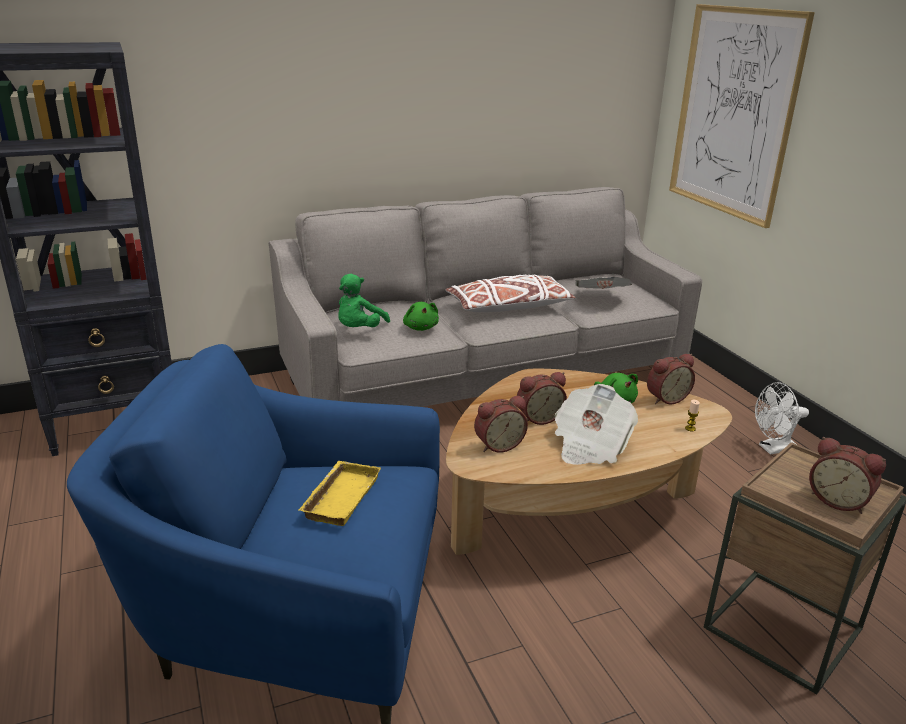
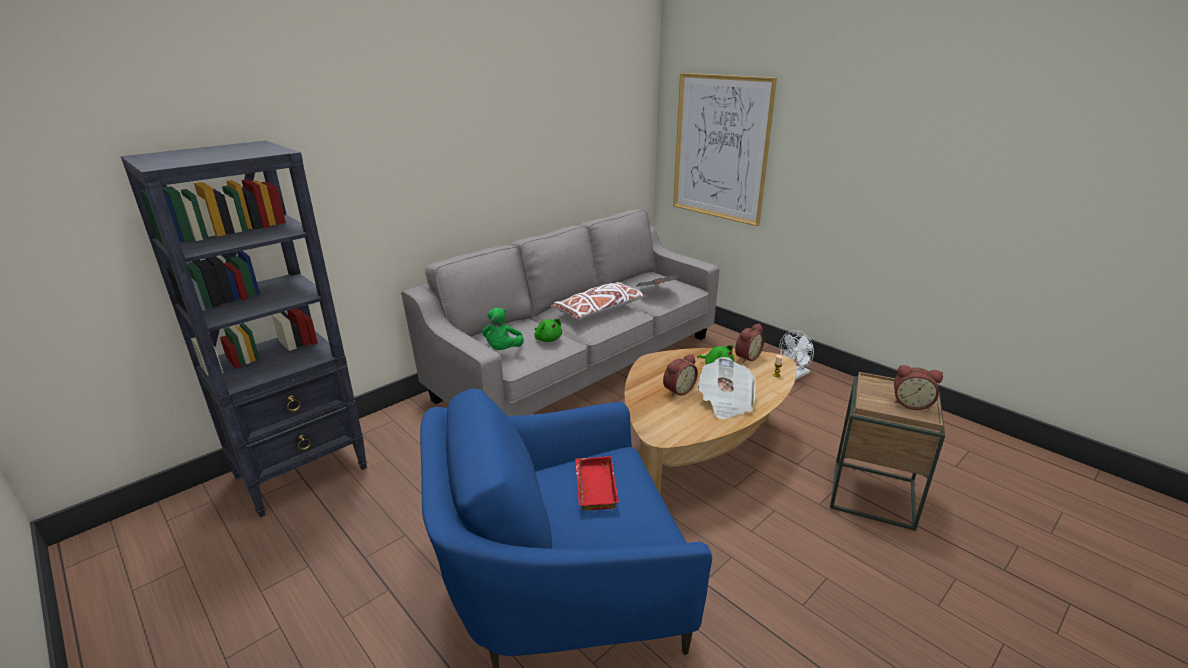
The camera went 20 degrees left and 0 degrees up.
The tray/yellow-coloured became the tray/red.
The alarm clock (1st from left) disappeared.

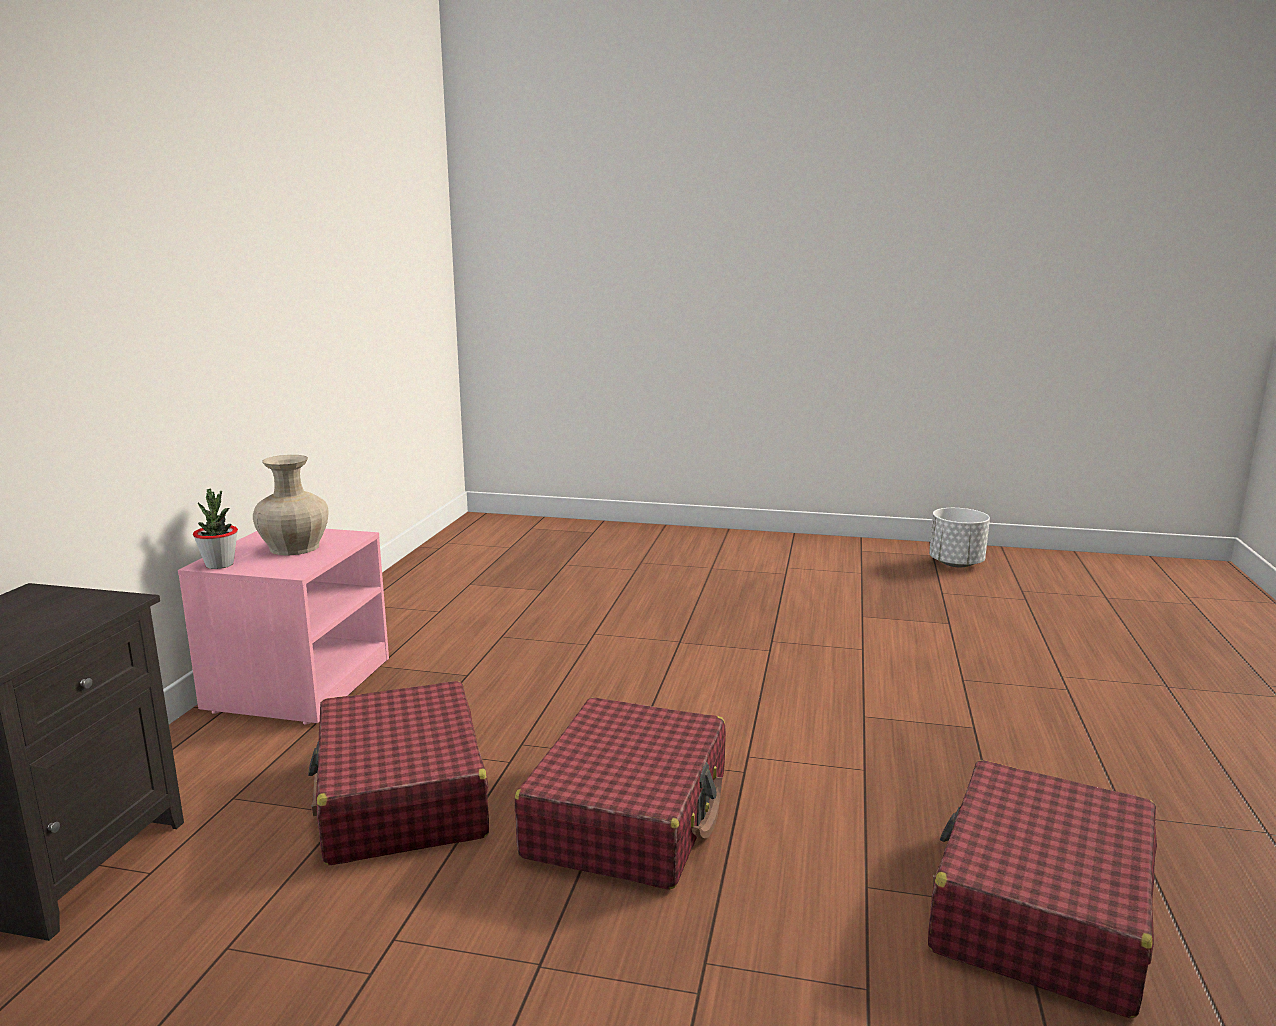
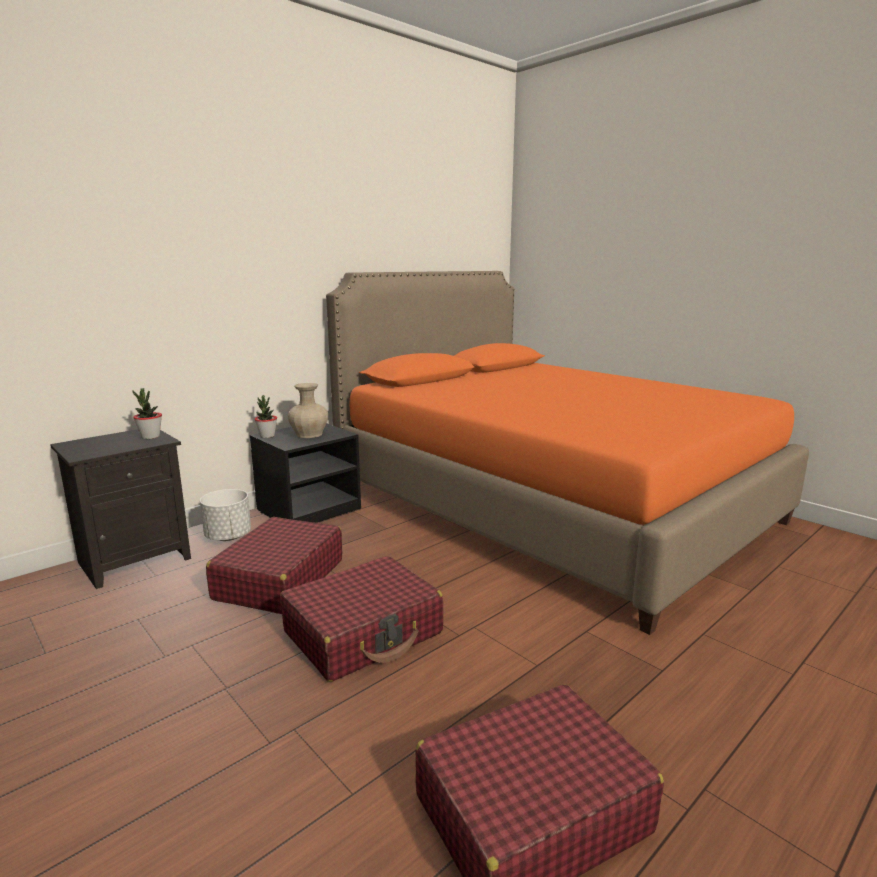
The camera went 35 degrees right and 0 degrees up.
The nightstand/pink became the nightstand/blackish (2nd from left).
The flower pot/white moved.
The potted plant (1st from left) appeared.
The bedroom bed/orange-coloured appeared.

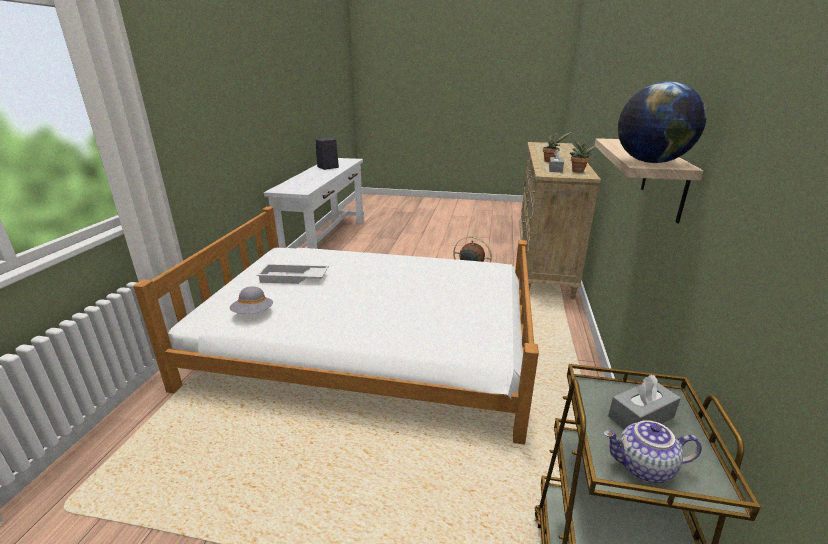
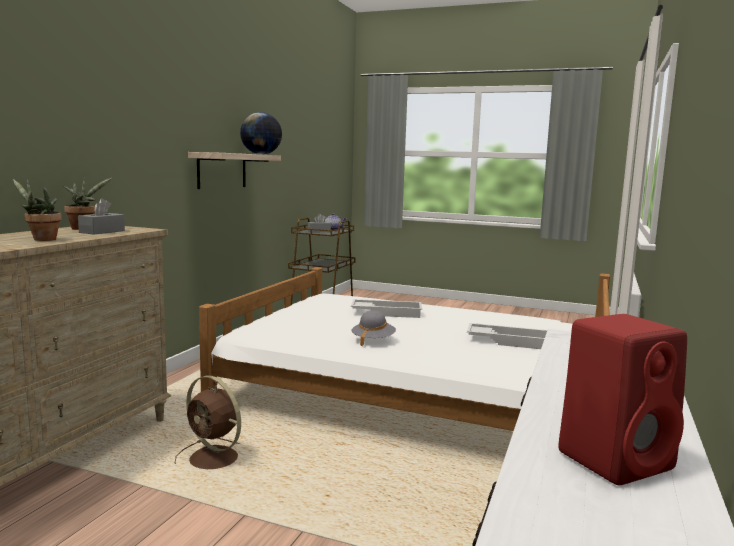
The camera went 170 degrees left and 15 degrees down.
The wearable hat/gray moved.
The speaker/blackish became the speaker/red.
The tray/white (1st from left) appeared.

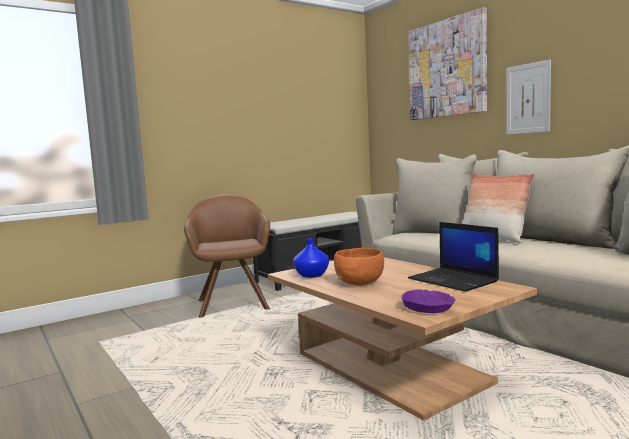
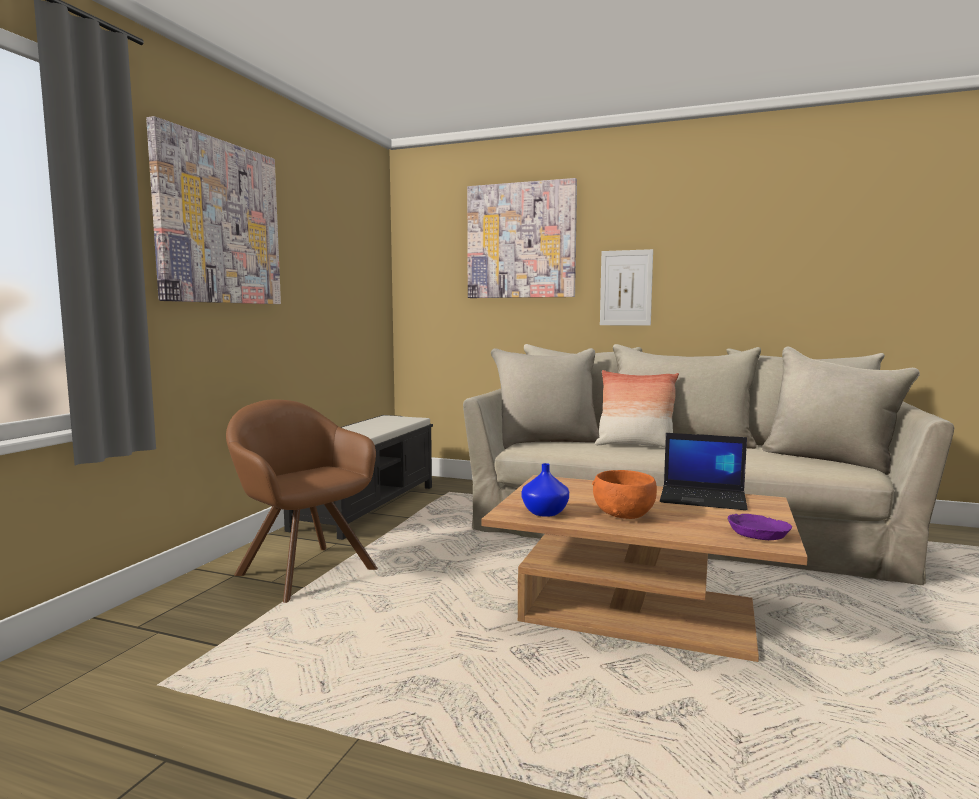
The camera went 35 degrees left and 0 degrees up.
The picture (1st from left) appeared.

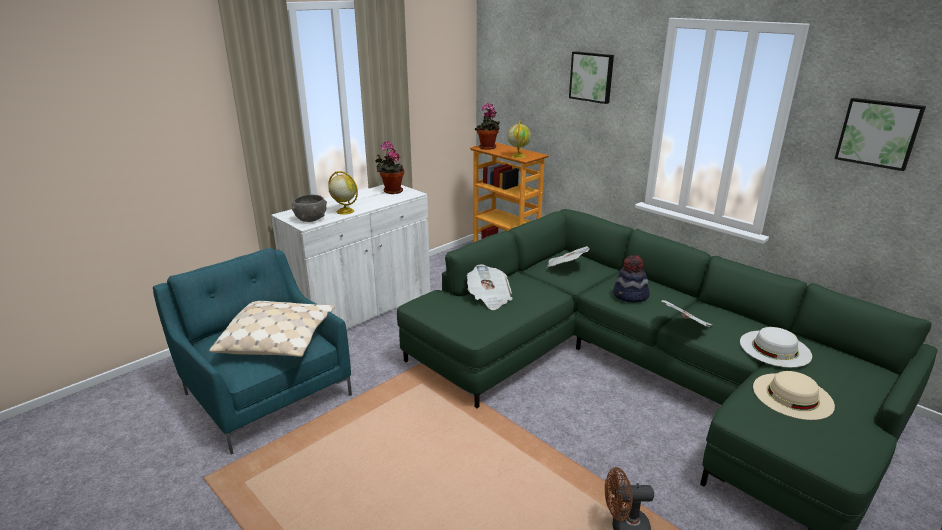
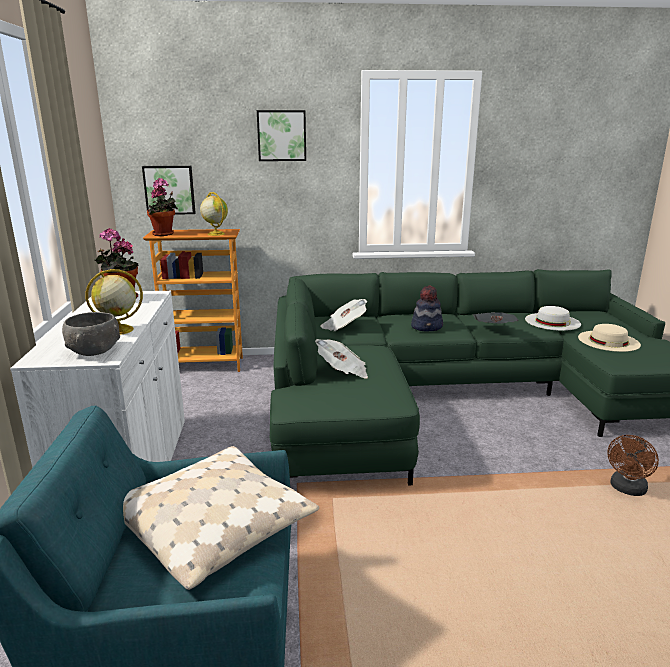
The camera went 50 degrees left and 5 degrees down.
The picture (2nd from left in the first image) moved.

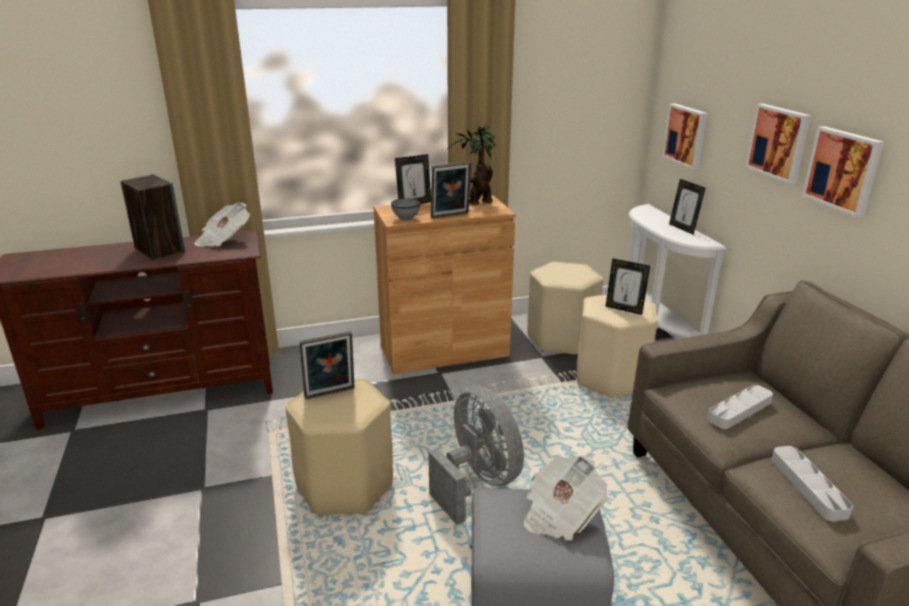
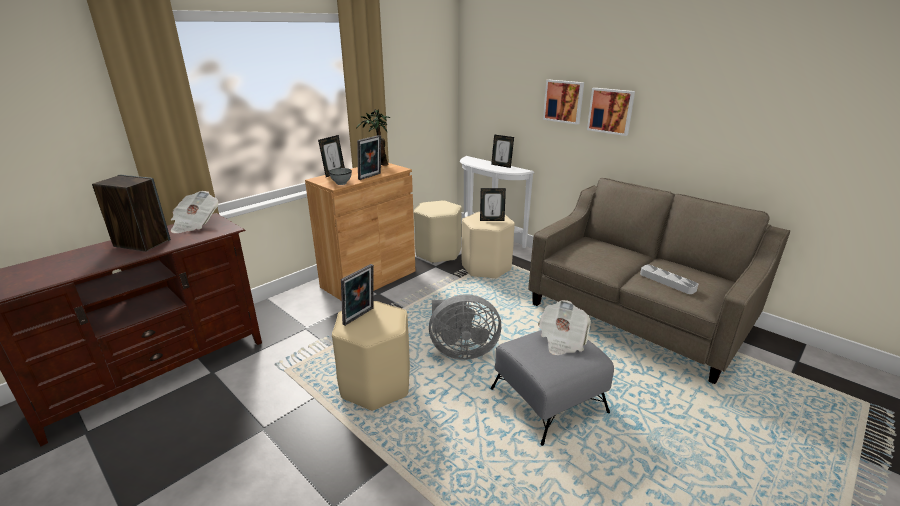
The camera went 30 degrees left and 0 degrees up.
The cooling fan/gray turned 150 degrees clockwise.
The picture (1st from left) disappeared.
The tray/gray (1st from left) disappeared.

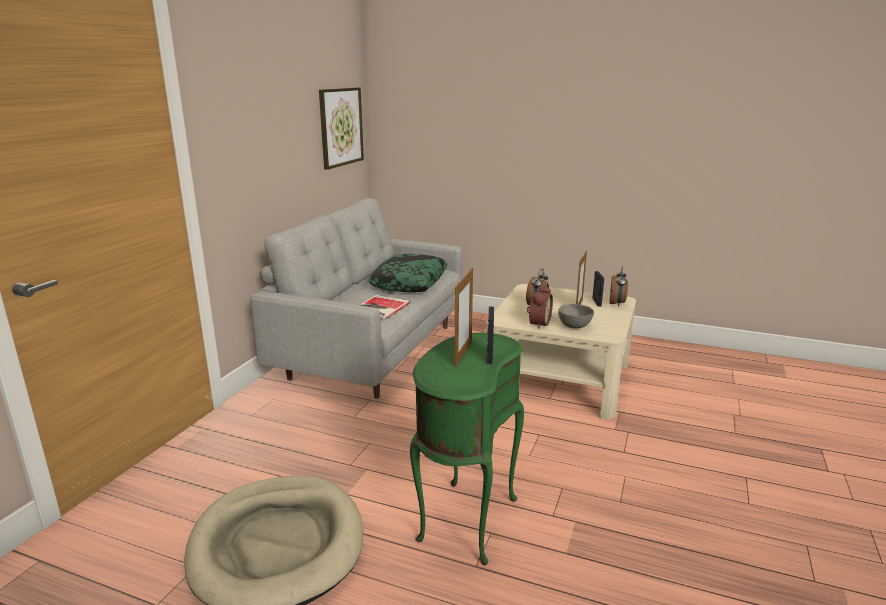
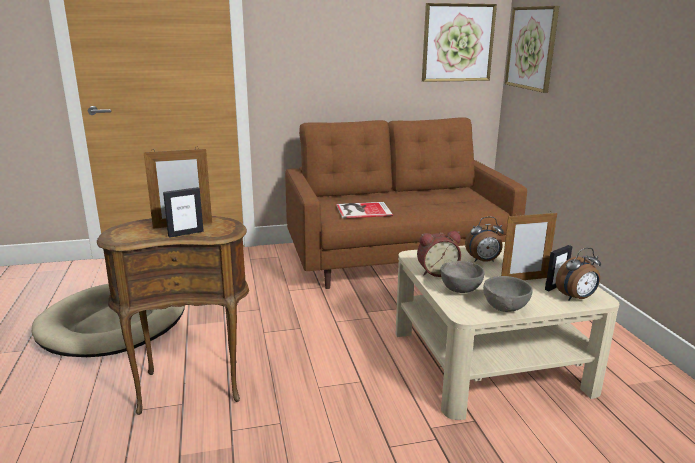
The camera went 55 degrees right and 0 degrees up.
The settee/gray became the settee/brown.
The pillow disappeared.
The accent table/green-coloured became the accent table/brown.
The deep dish/gray (2nd from left) appeared.
The picture (2nd from left) appeared.

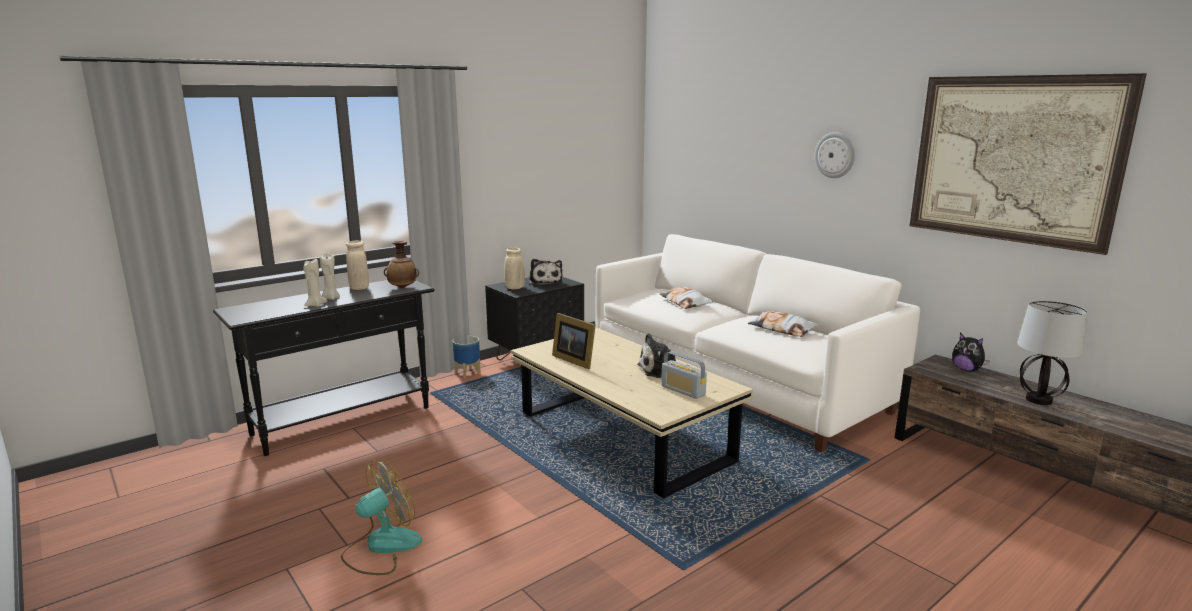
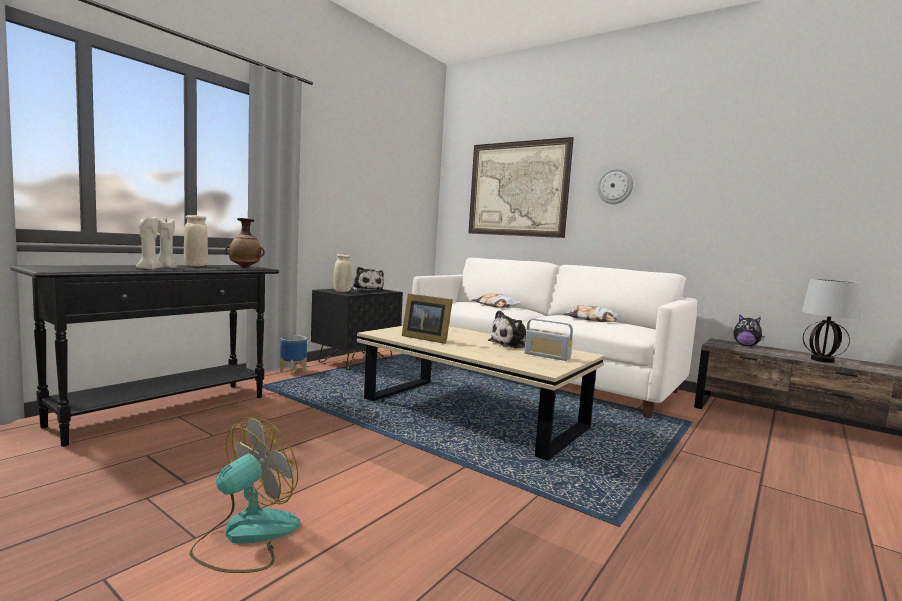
The camera went 15 degrees left and 10 degrees down.
The picture moved.

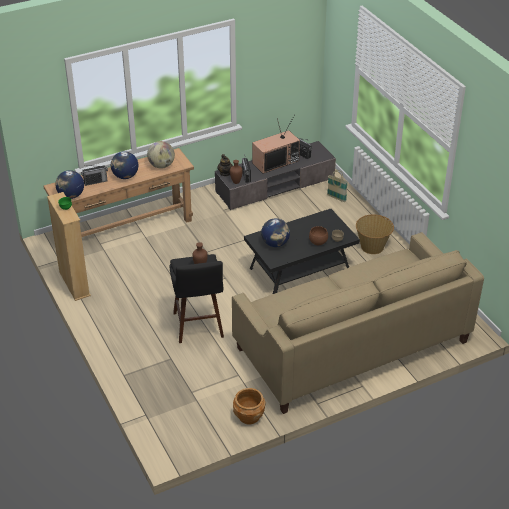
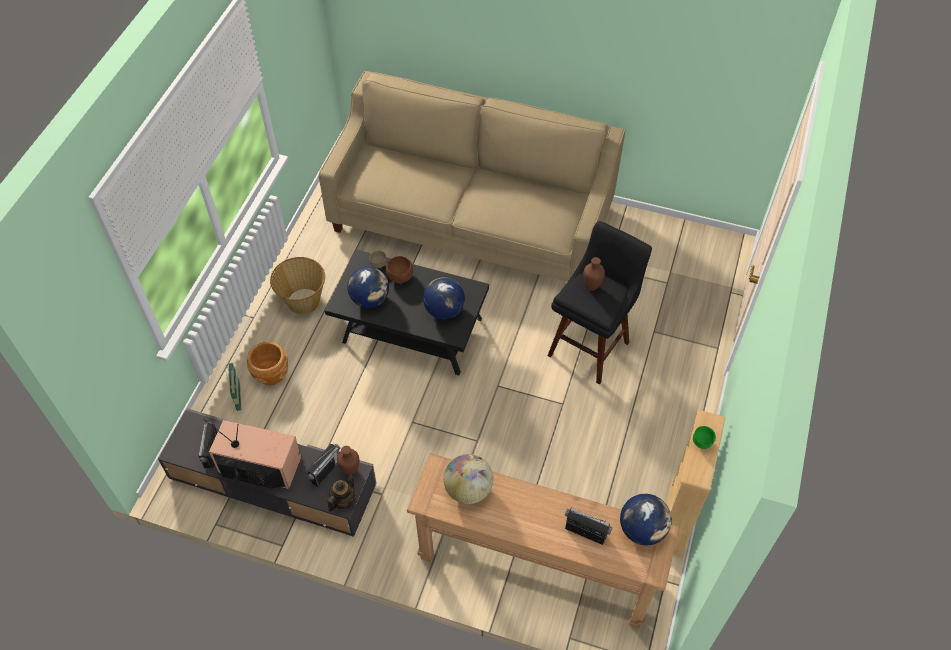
The camera went 135 degrees left and 15 degrees up.
The world globe (2nd from left in the first image) moved.
The flower pot/brown moved.

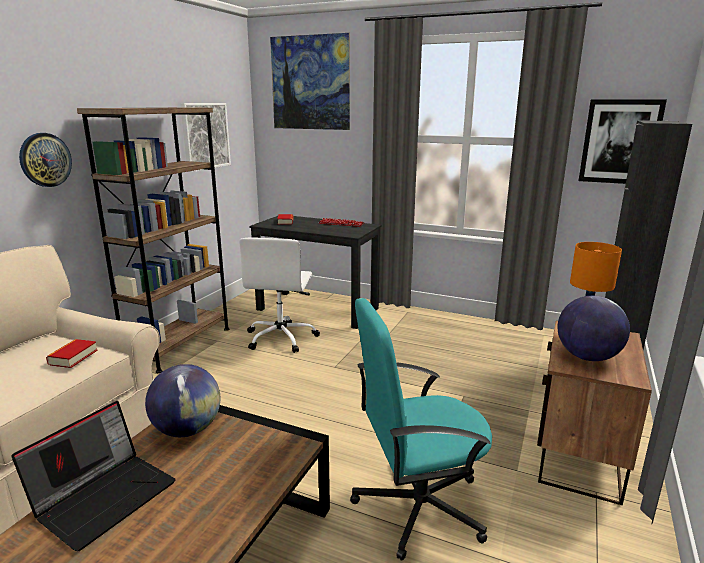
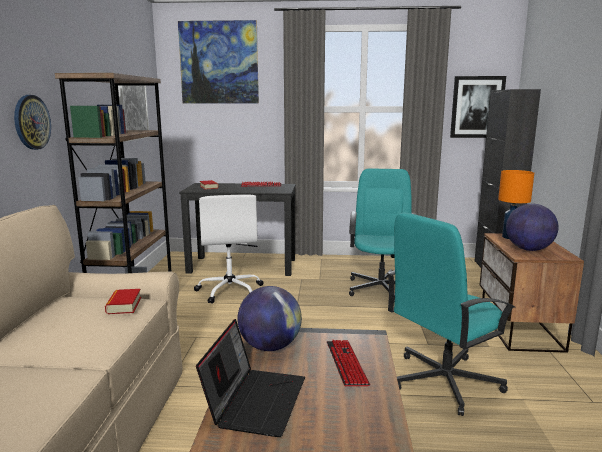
The camera went 20 degrees left and 5 degrees down.
The computer keyboard (2nd from left) appeared.
The office chair/blue-green (1st from left) appeared.

